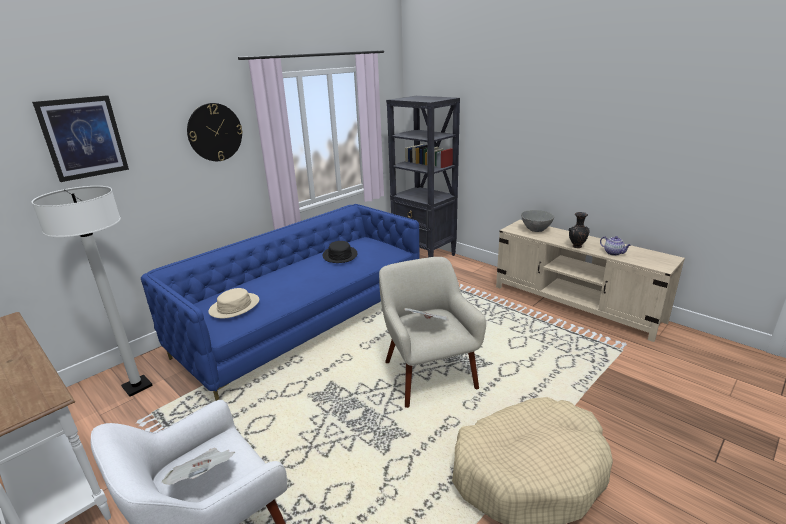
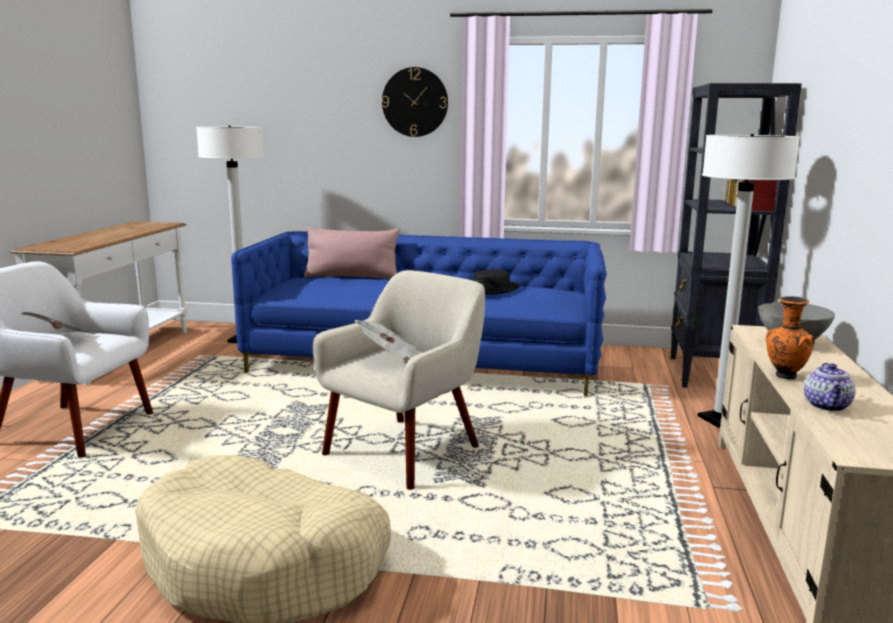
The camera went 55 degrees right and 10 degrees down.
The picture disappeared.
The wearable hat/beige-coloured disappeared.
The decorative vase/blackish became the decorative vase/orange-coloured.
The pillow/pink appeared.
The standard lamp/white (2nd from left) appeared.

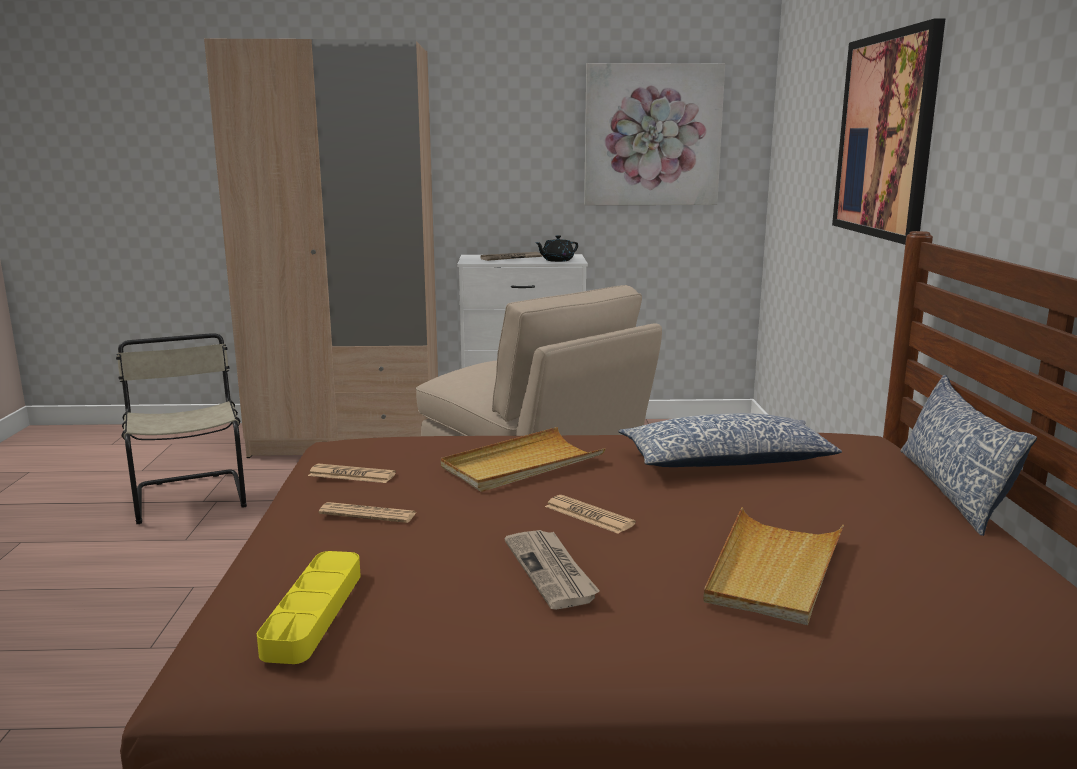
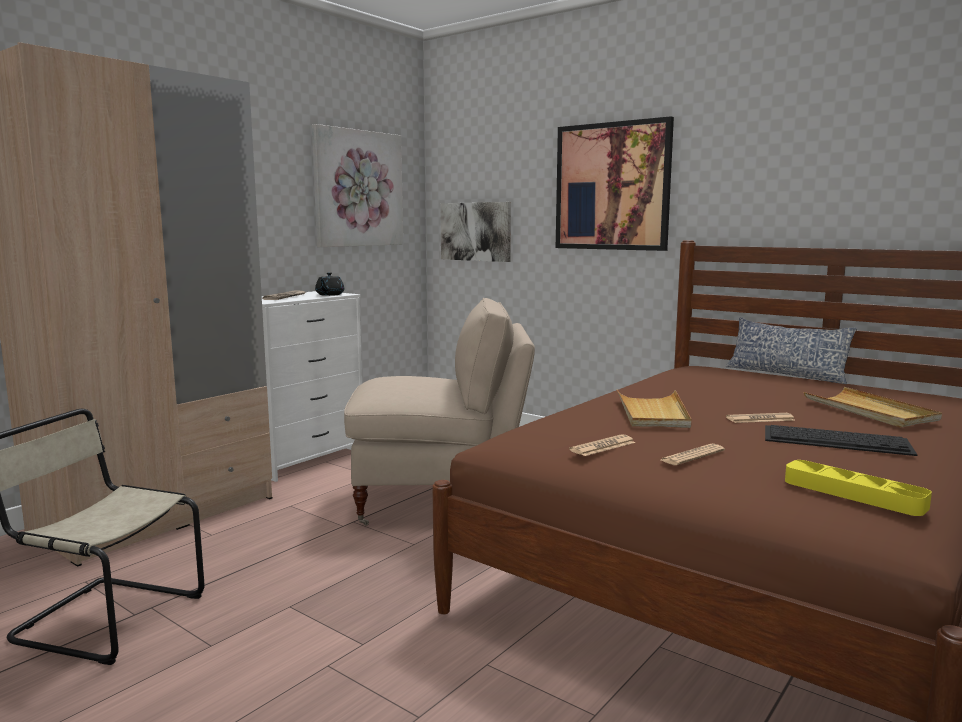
The camera went 50 degrees left and 5 degrees down.
The newspaper (4th from left) was replaced by the computer keyboard.
The pillow (1st from left) disappeared.
The picture (2nd from left) appeared.

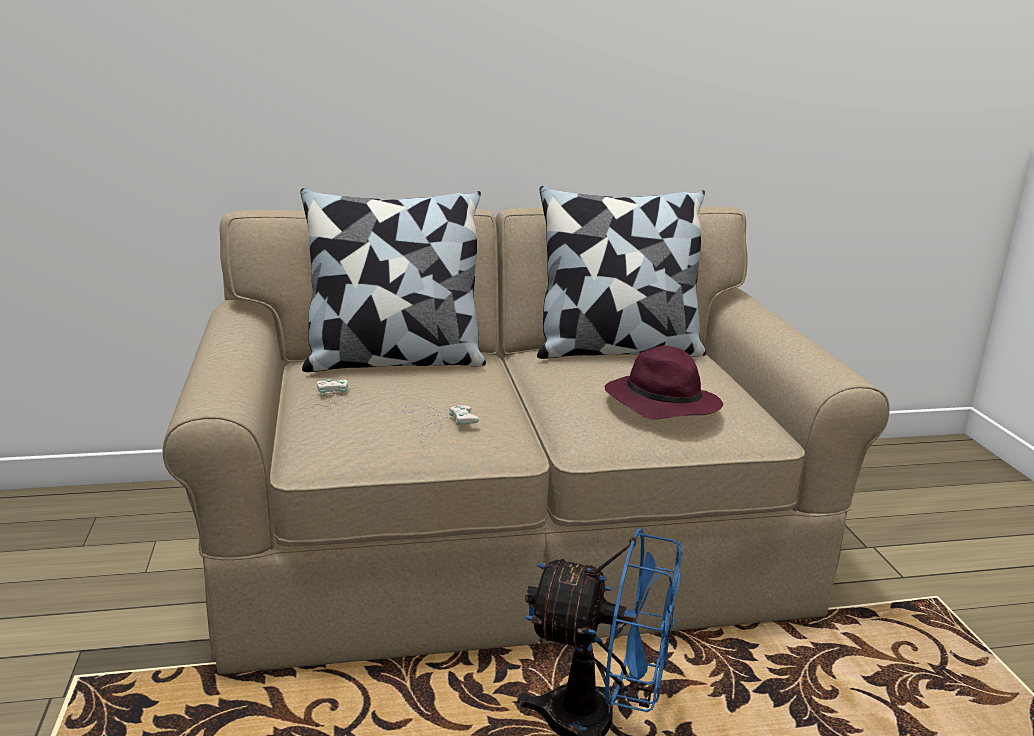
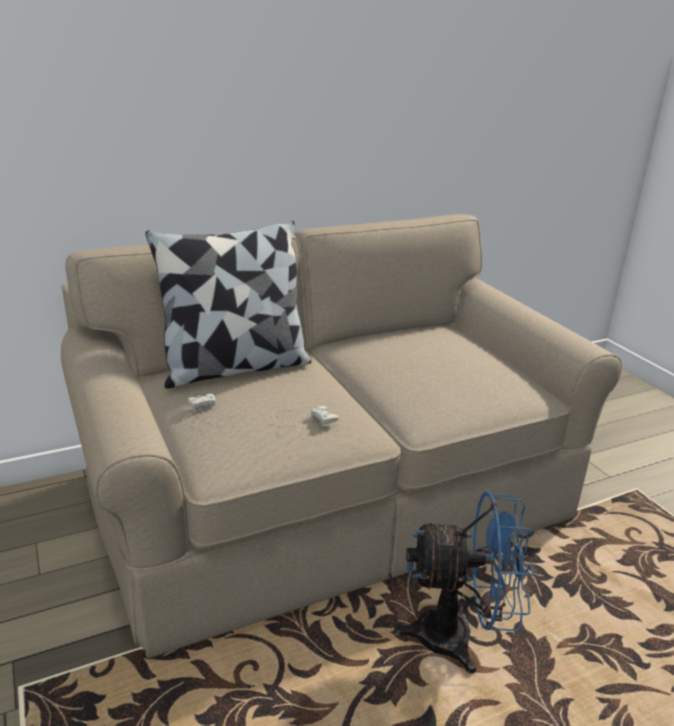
The camera went 15 degrees left and 5 degrees up.
The pillow (2nd from left) disappeared.
The wearable hat/purplish disappeared.

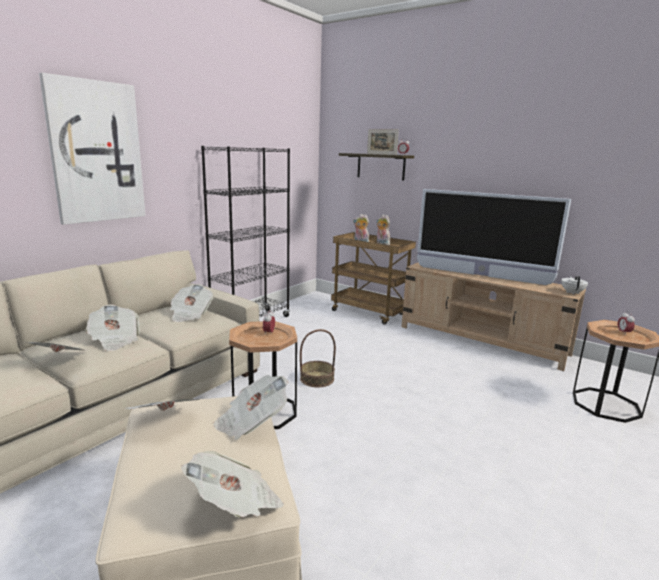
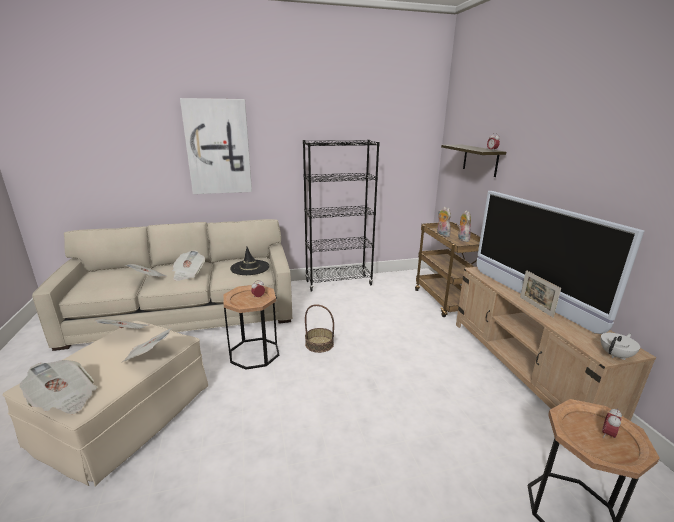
The camera went 40 degrees right and 5 degrees up.
The newspaper (4th from left) was replaced by the wearable hat/blackish.
The photo frame moved.

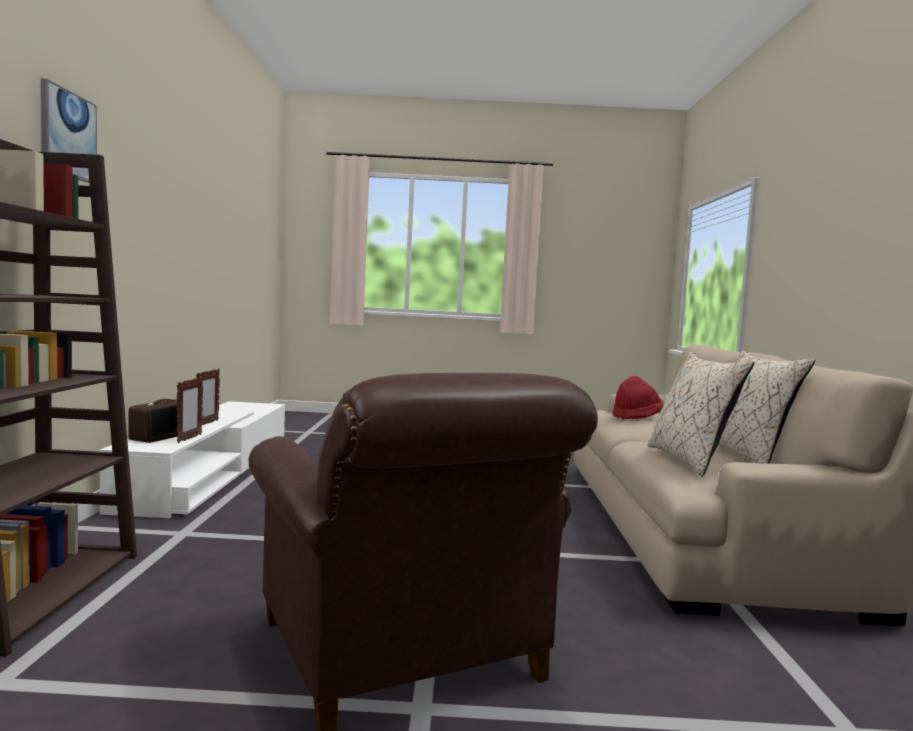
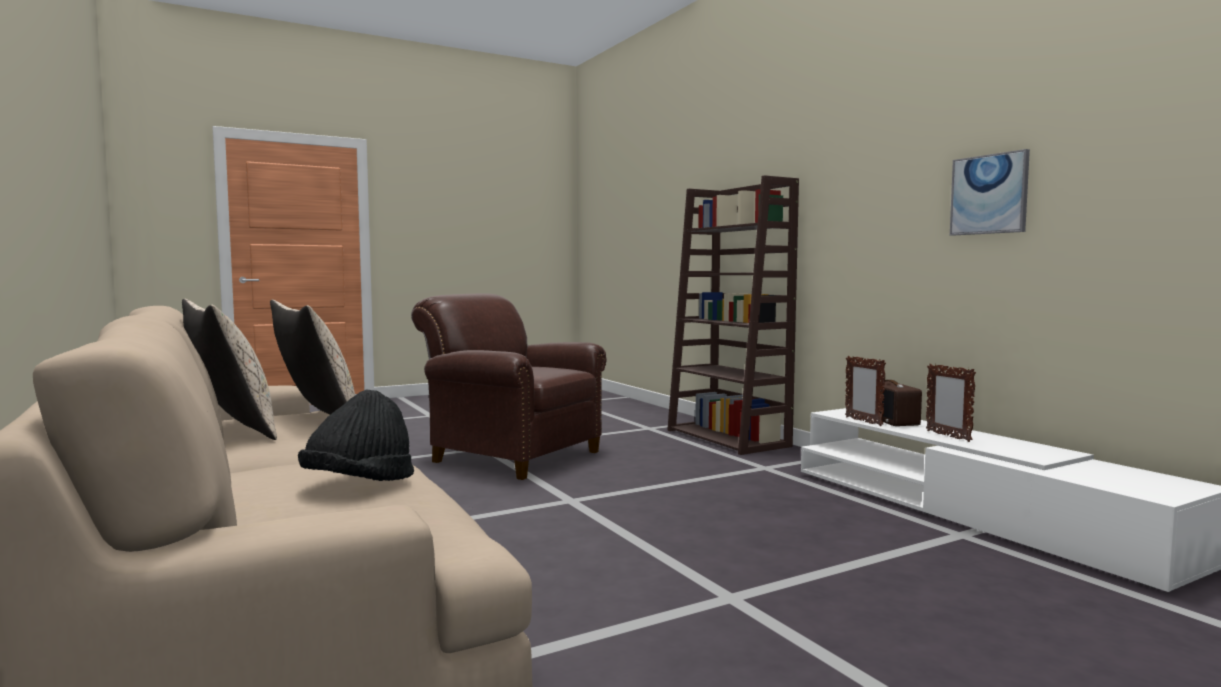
The camera went 150 degrees right and 0 degrees up.
The picture moved.
The wearable hat/red became the wearable hat/blackish.

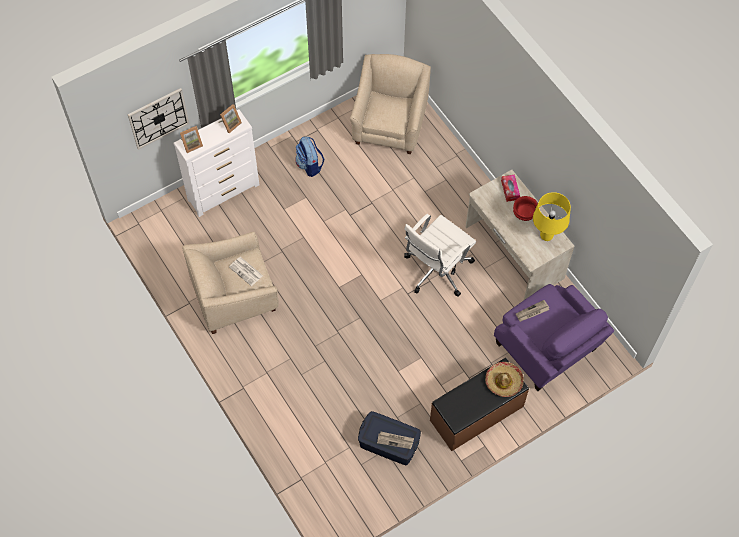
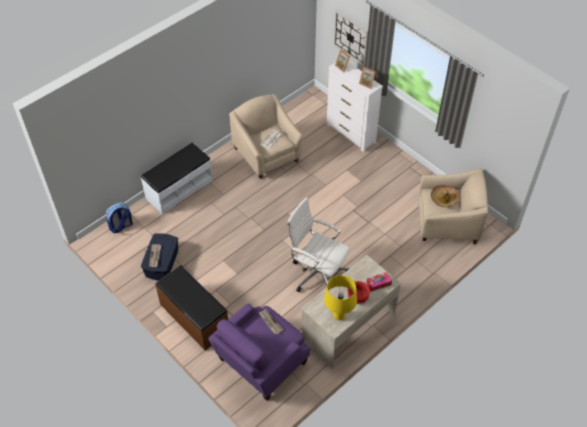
The camera went 80 degrees right and 10 degrees down.
The knapsack moved.
The wearable hat moved.
The indoor bench/white appeared.

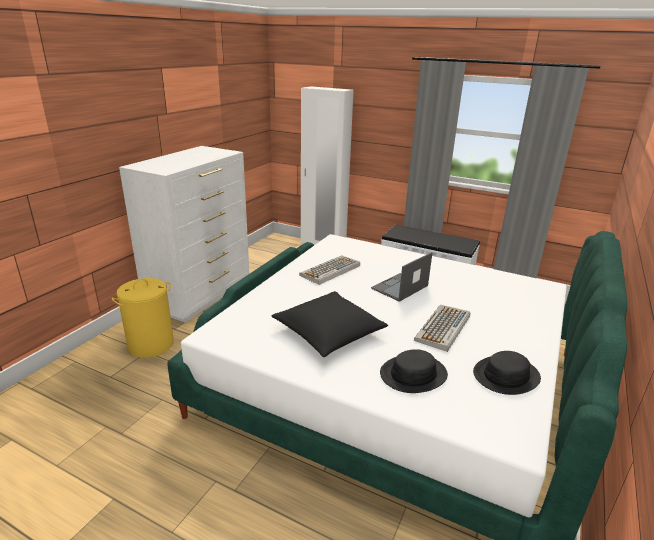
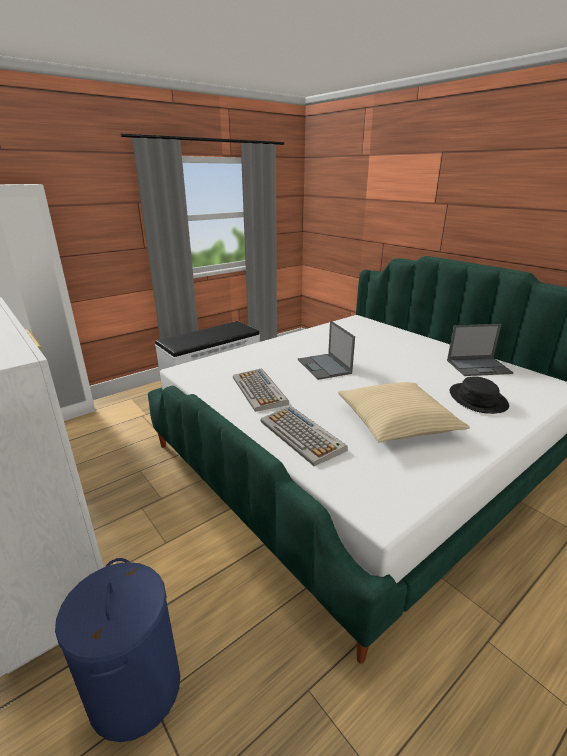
The camera went 65 degrees left and 0 degrees up.
The laundry basket/yellow-coloured became the laundry basket/bluish.
The pillow/blackish became the pillow/beige-coloured.
The computer keyboard (2nd from left) moved.
The wearable hat/blackish (2nd from left) was replaced by the portable computer (2nd from left).

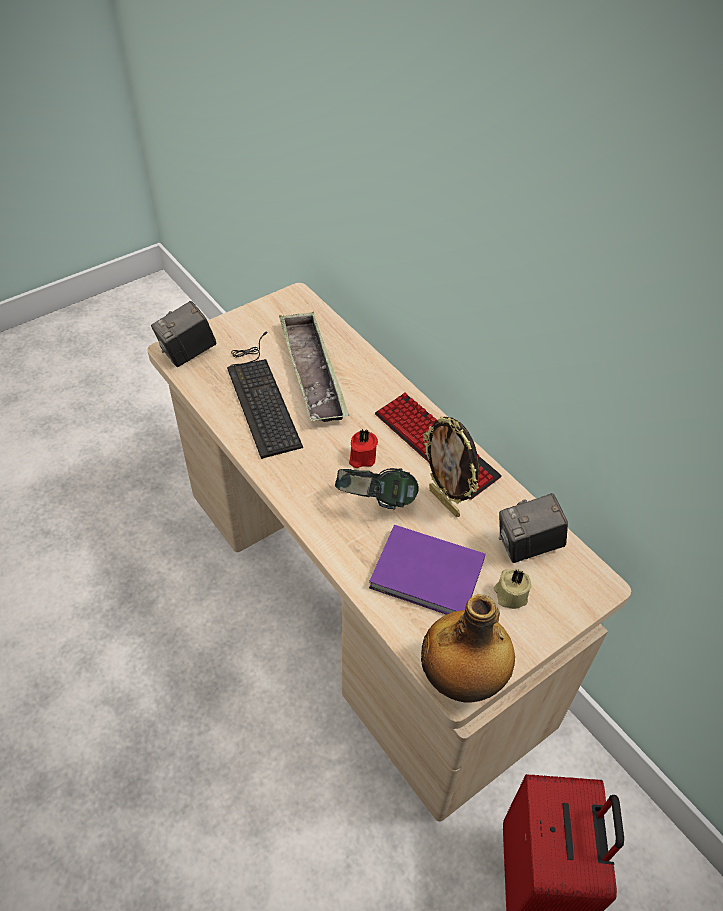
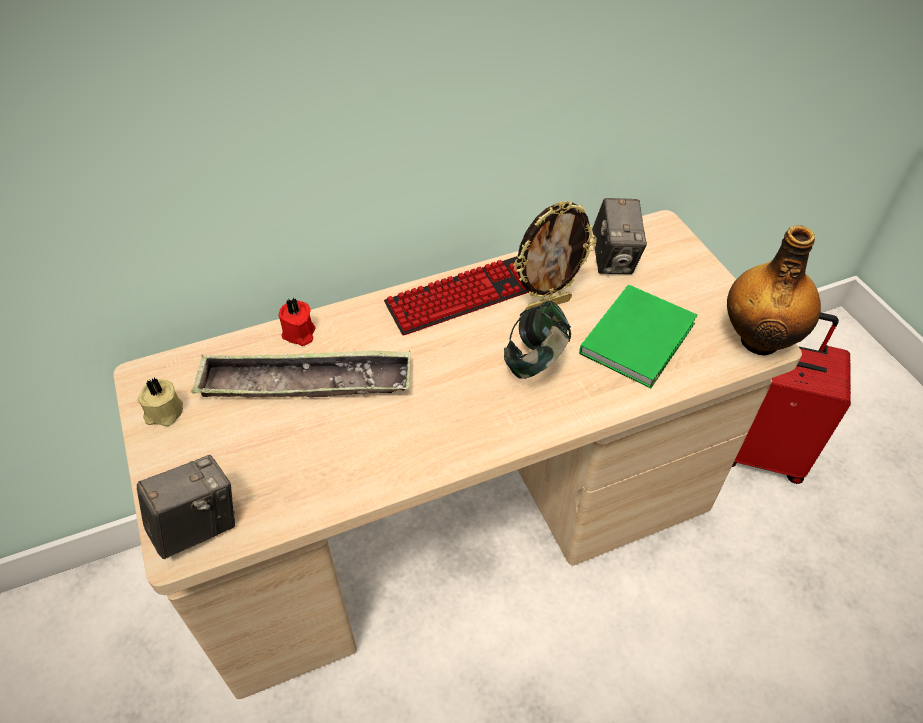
The camera went 75 degrees left and 0 degrees up.
The photo camera (1st from left) turned 105 degrees counterclockwise.
The computer keyboard (1st from left) disappeared.
The wax candle/red moved.
The bound book/purplish became the bound book/green-coloured.
The wax candle/beige-coloured moved.

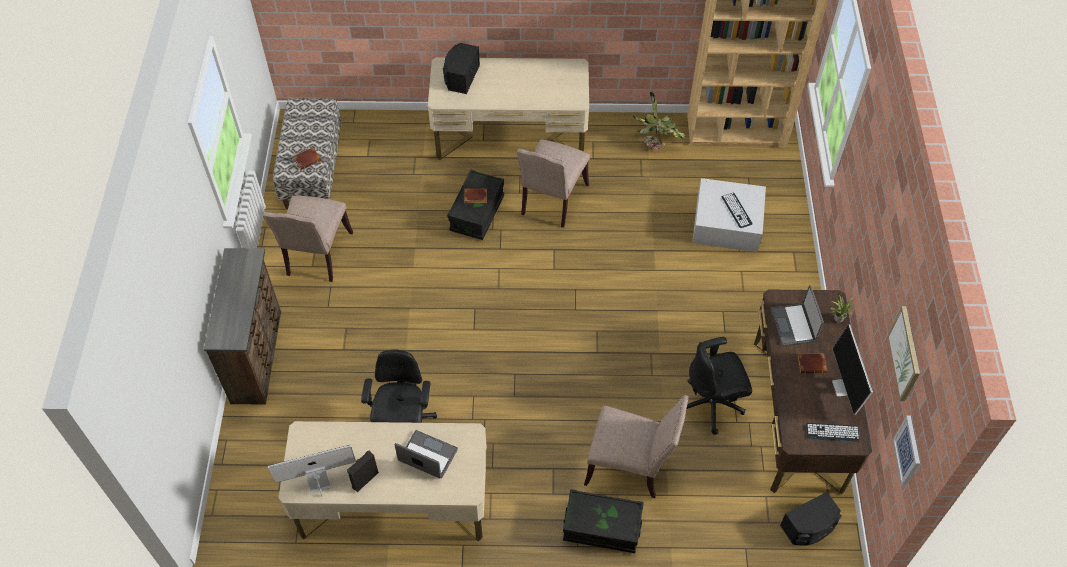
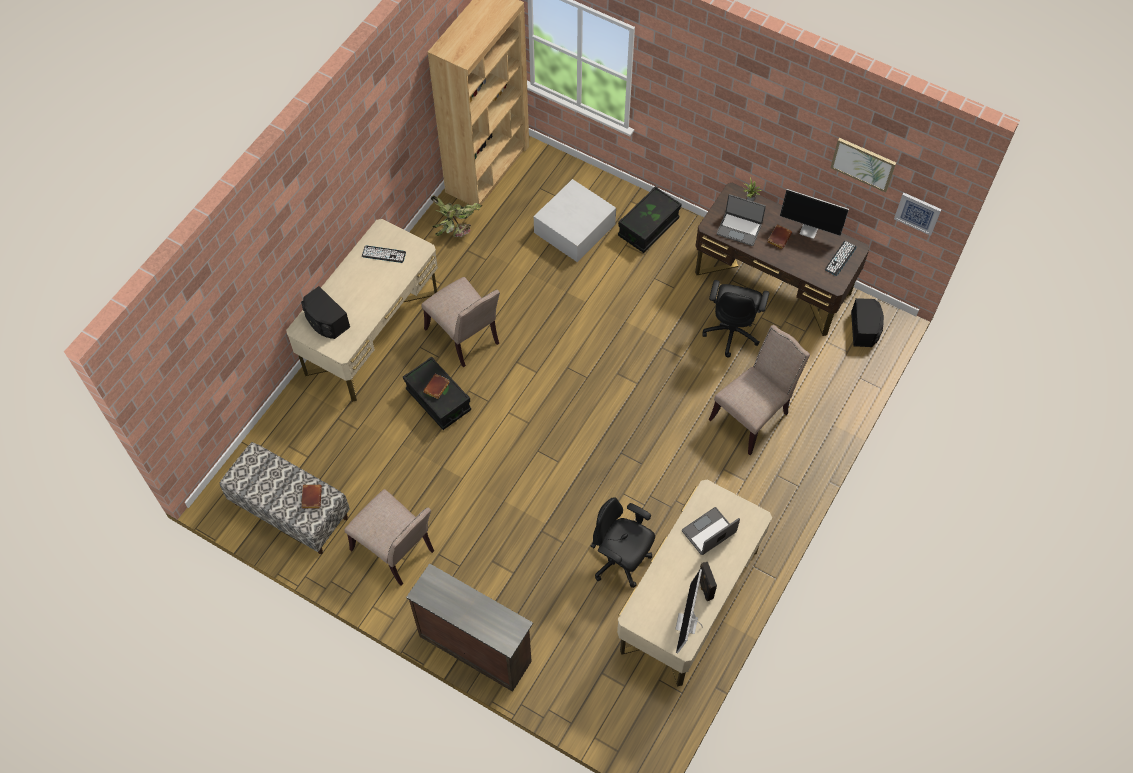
The camera went 60 degrees left and 5 degrees up.
The storage container/blackish (2nd from left) moved.
The computer keyboard (1st from left) moved.

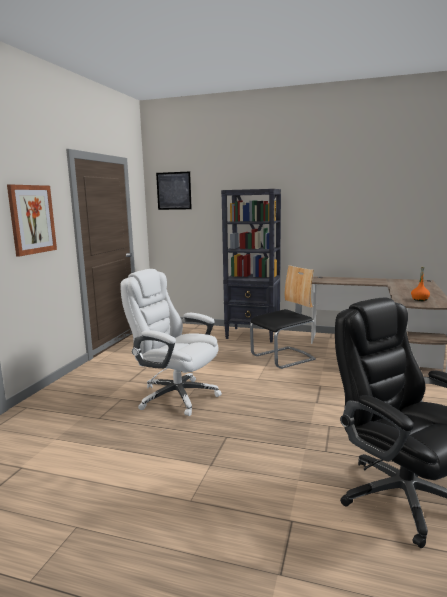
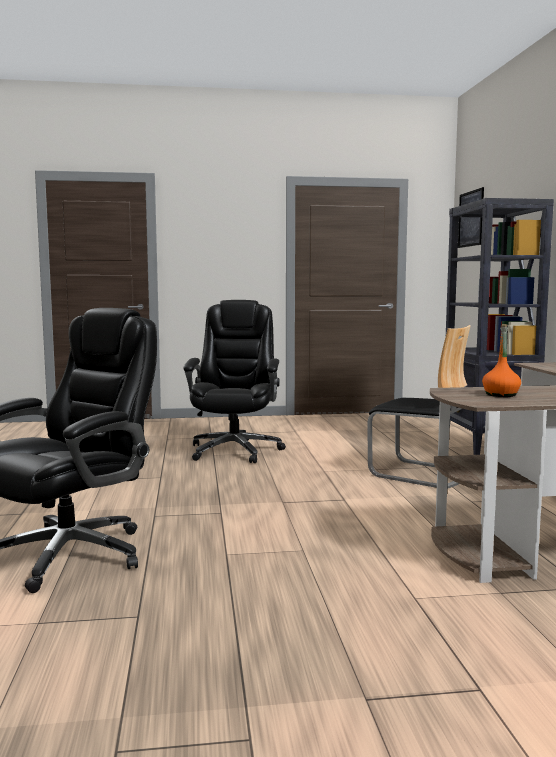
The camera went 65 degrees right and 5 degrees down.
The picture (1st from left) disappeared.
The office chair/white became the office chair/blackish (2nd from left).

